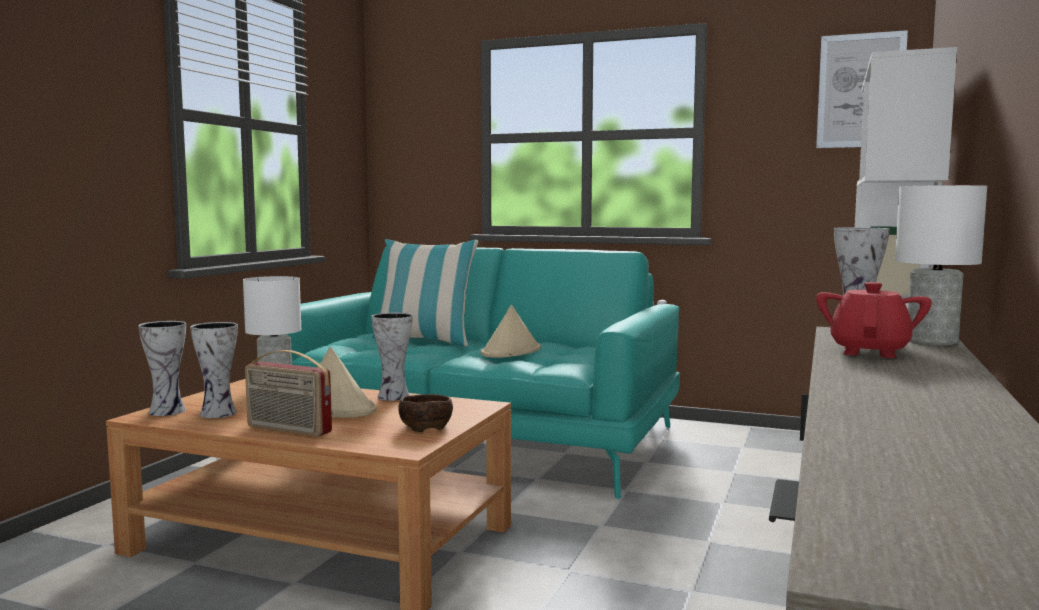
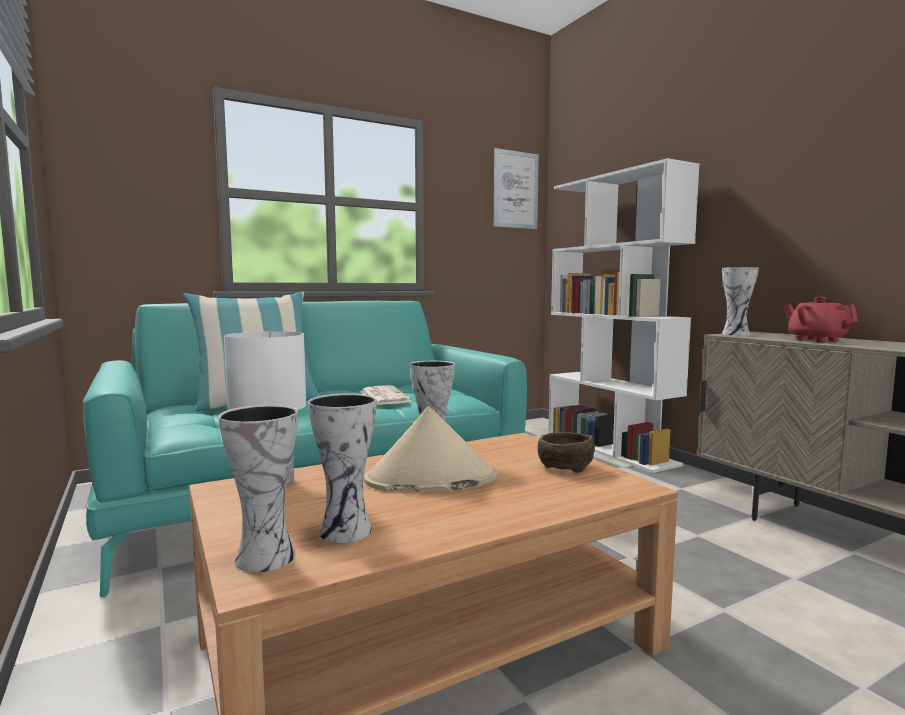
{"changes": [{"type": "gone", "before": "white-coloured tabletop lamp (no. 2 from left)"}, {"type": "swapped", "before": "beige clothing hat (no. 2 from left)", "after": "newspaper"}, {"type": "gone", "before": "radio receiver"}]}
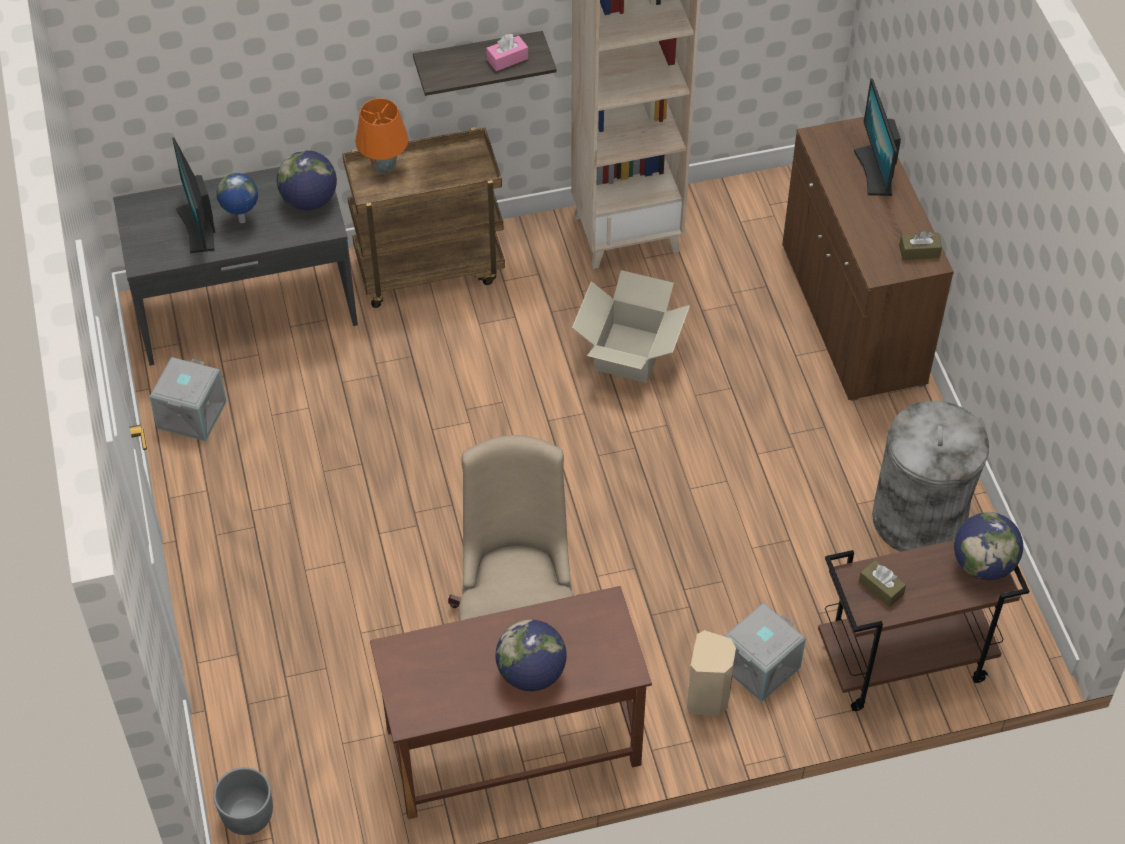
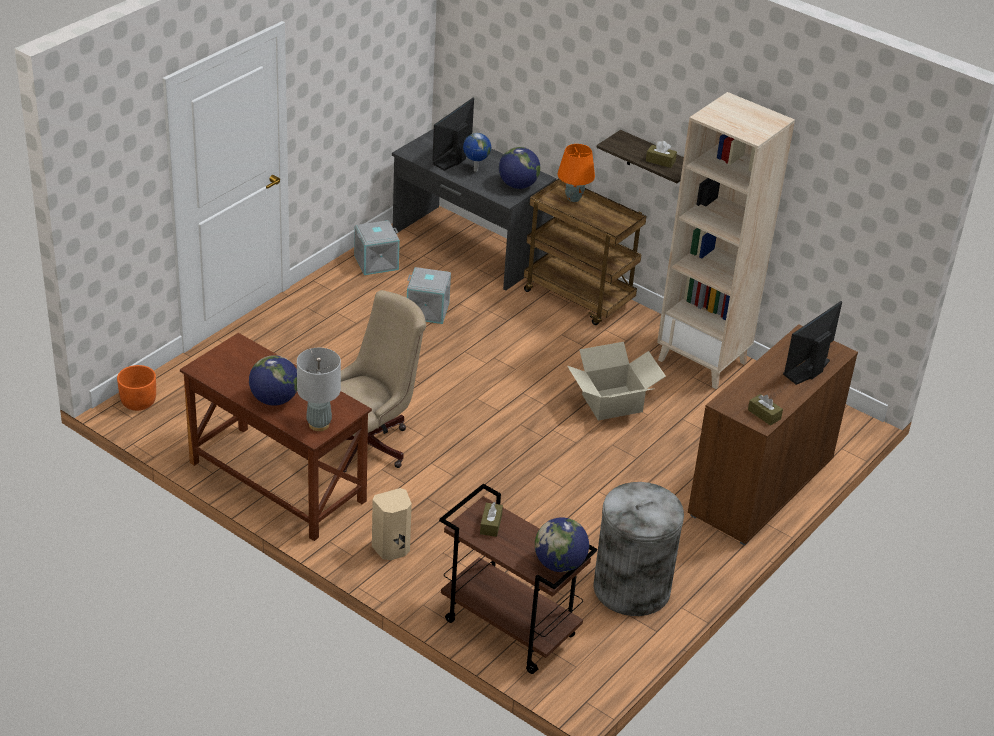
{"changes": [{"type": "repainted", "before": "pink tissue box", "after": "brown tissue box (no. 2 from left)"}, {"type": "shifted", "before": "gray storage container (no. 2 from left)"}, {"type": "repainted", "before": "gray planter", "after": "orangey planter"}, {"type": "new", "after": "gray tabletop lamp"}]}
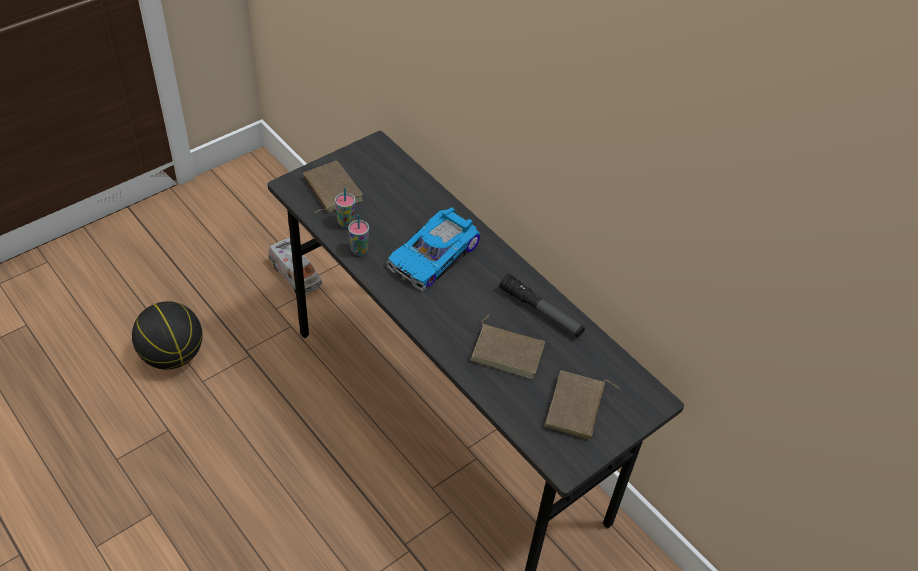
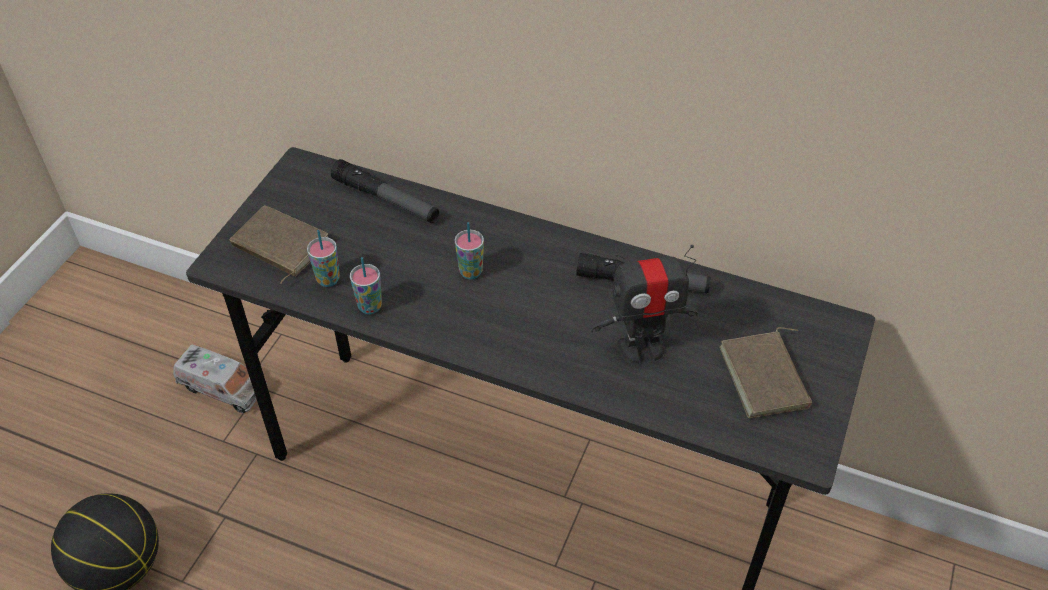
{"changes": [{"type": "swapped", "before": "toy car", "after": "cup (no. 3 from left)"}, {"type": "swapped", "before": "brown book (no. 2 from left)", "after": "robot figure"}, {"type": "new", "after": "torch (no. 1 from left)"}]}
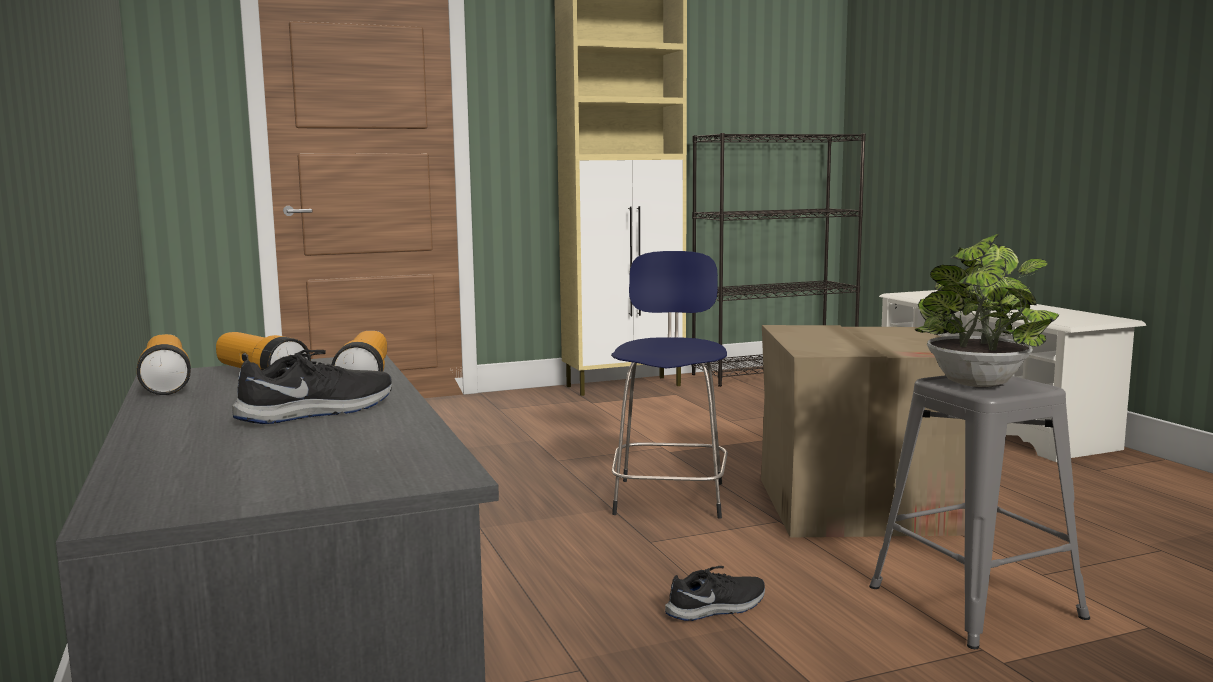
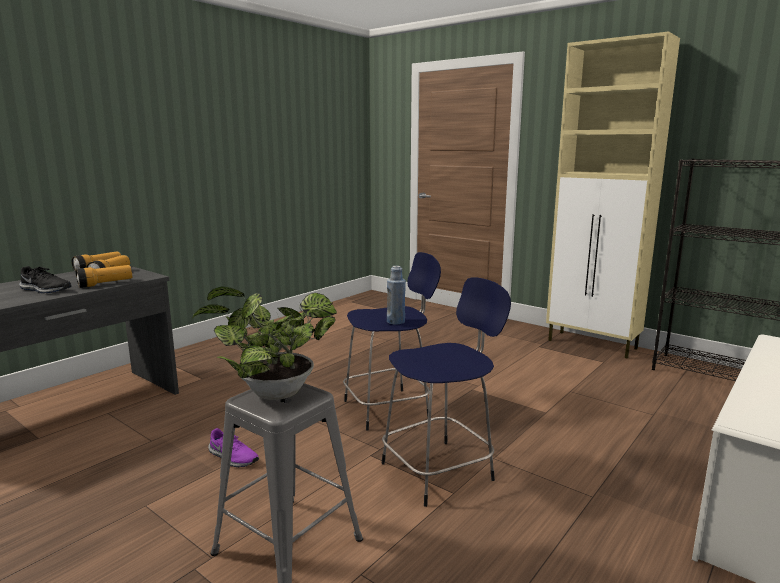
{"changes": [{"type": "swapped", "before": "packing box", "after": "bluish stool (no. 2 from left)"}, {"type": "repainted", "before": "black-coloured shoe (no. 2 from left)", "after": "purple-coloured shoe"}, {"type": "new", "after": "bluish drink bottle"}]}
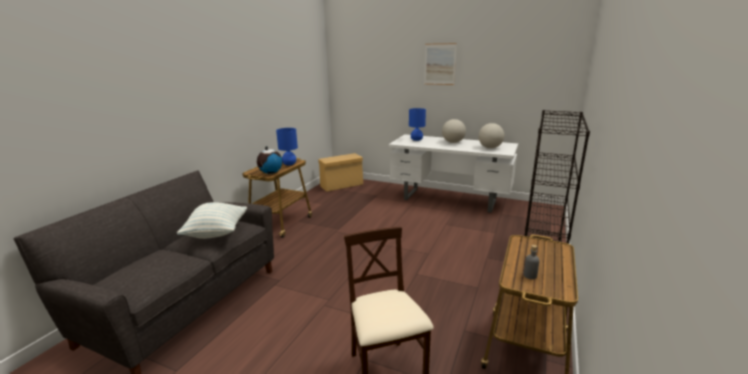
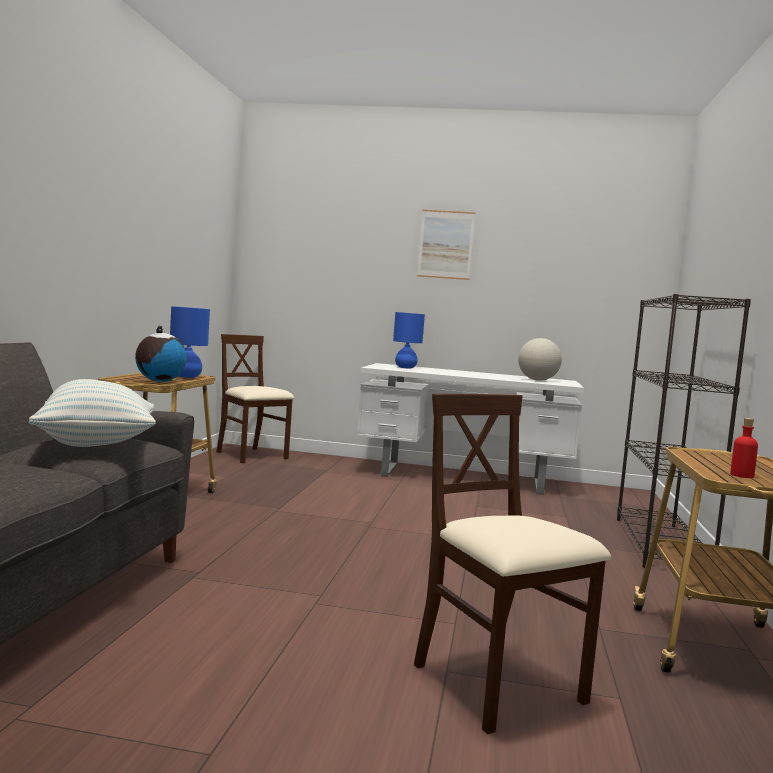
{"changes": [{"type": "gone", "before": "world globe (no. 2 from left)"}, {"type": "swapped", "before": "beige storage container", "after": "beige upright chair (no. 1 from left)"}, {"type": "repainted", "before": "gray drink bottle", "after": "red-coloured drink bottle"}]}
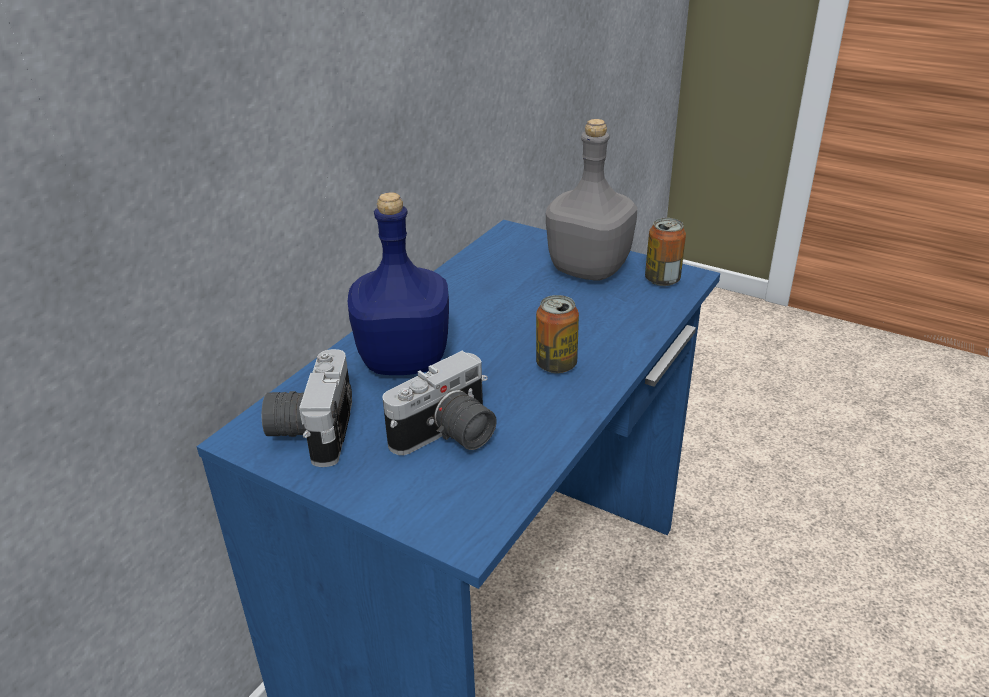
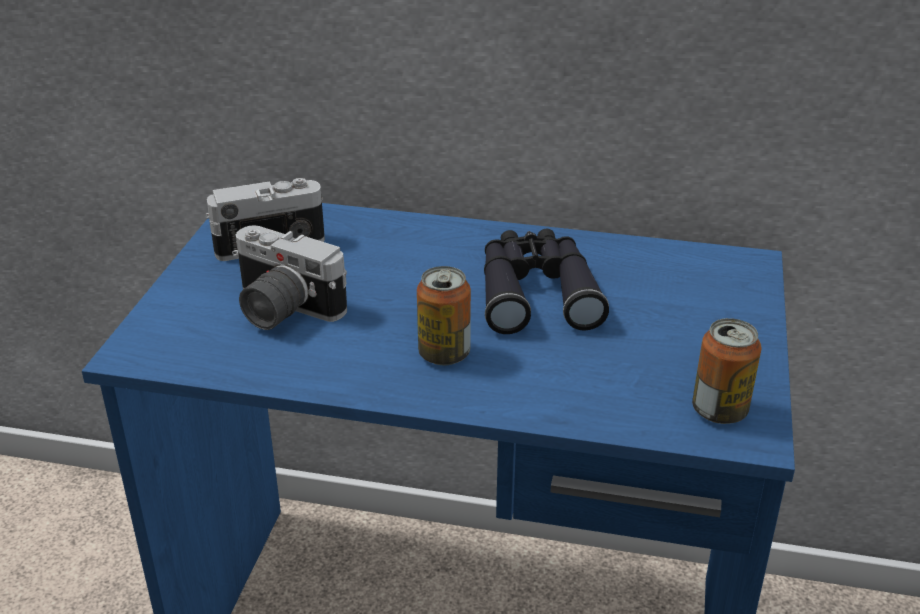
{"changes": [{"type": "gone", "before": "gray drink bottle"}, {"type": "gone", "before": "bluish drink bottle"}, {"type": "new", "after": "black-coloured binoculars"}]}
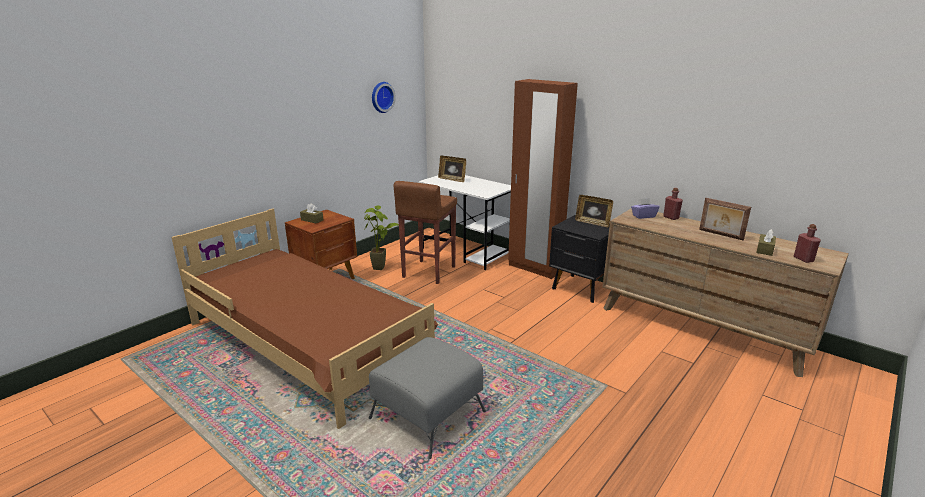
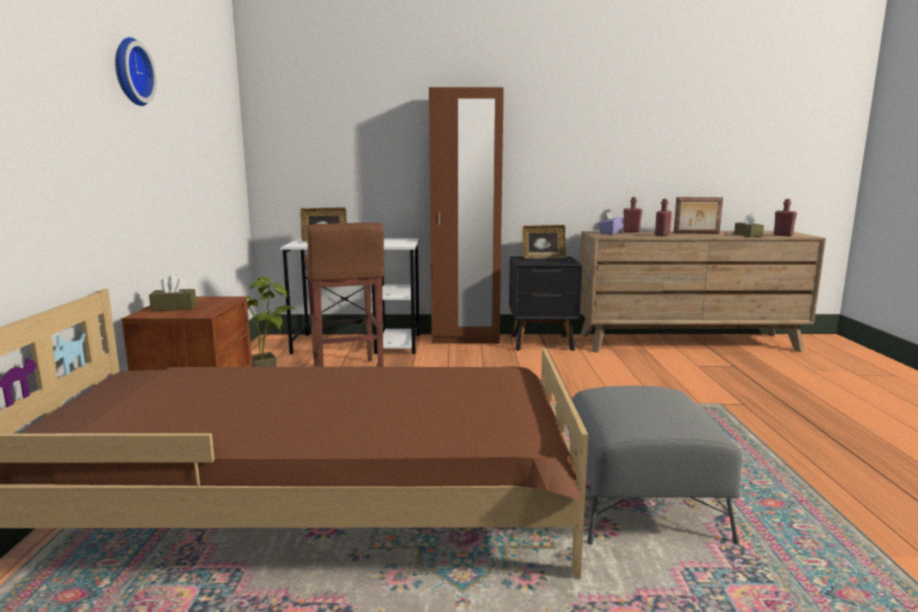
{"changes": [{"type": "shifted", "before": "clock on the wall"}, {"type": "new", "after": "red-coloured drink bottle (no. 2 from left)"}]}
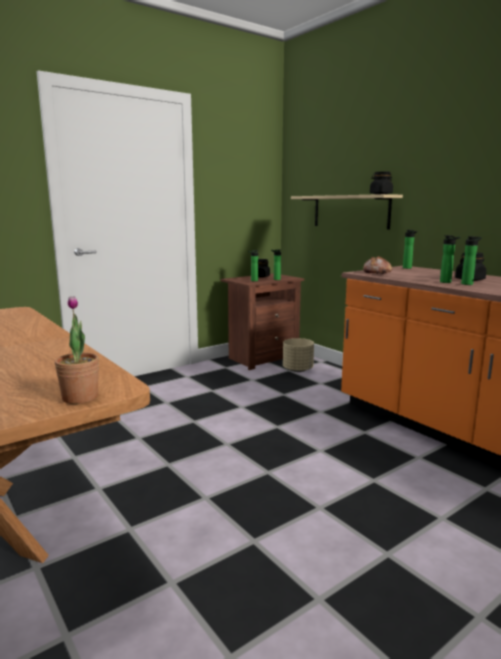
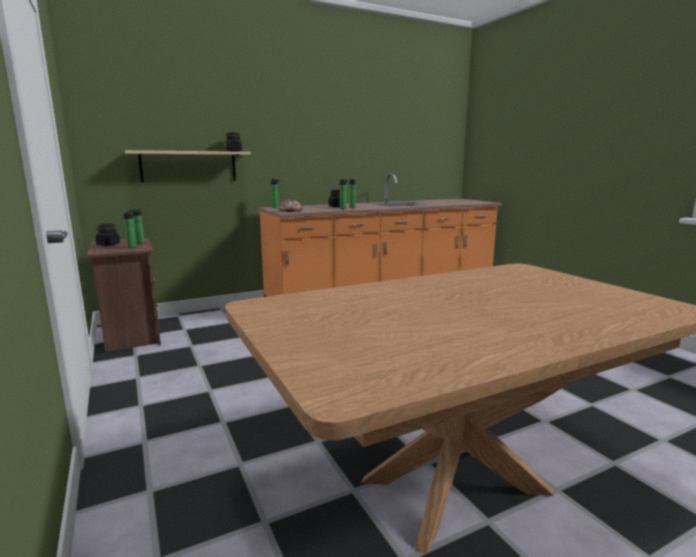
{"changes": [{"type": "gone", "before": "plant in a pot"}, {"type": "gone", "before": "beige planter"}]}
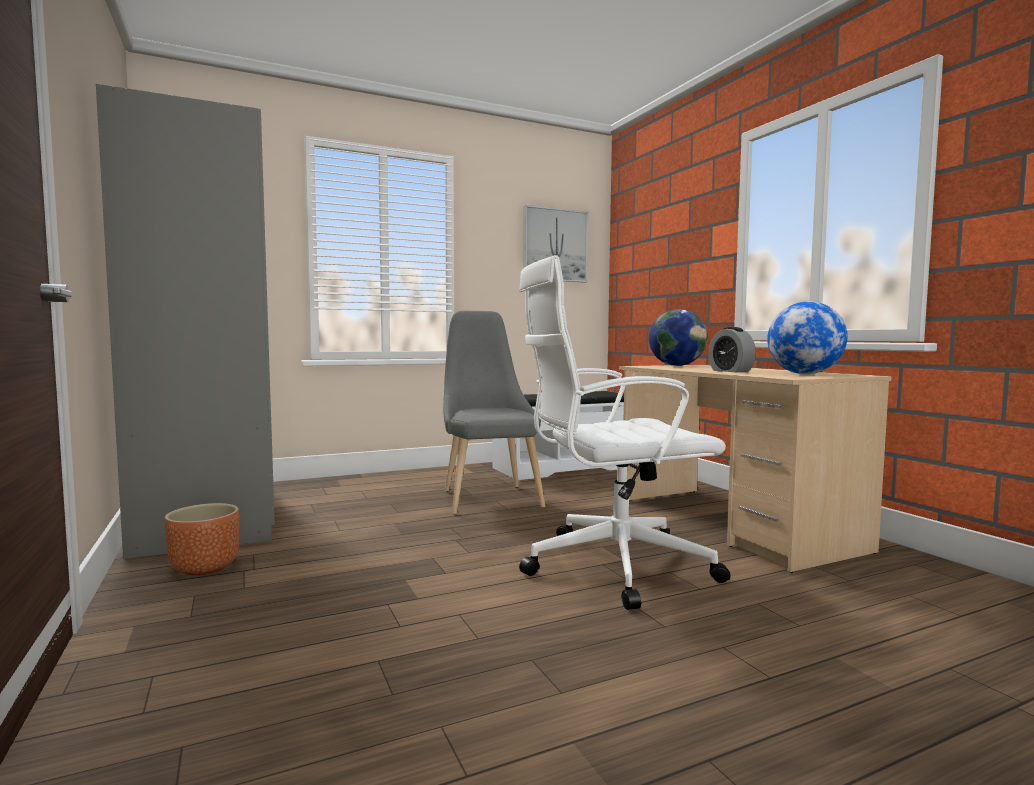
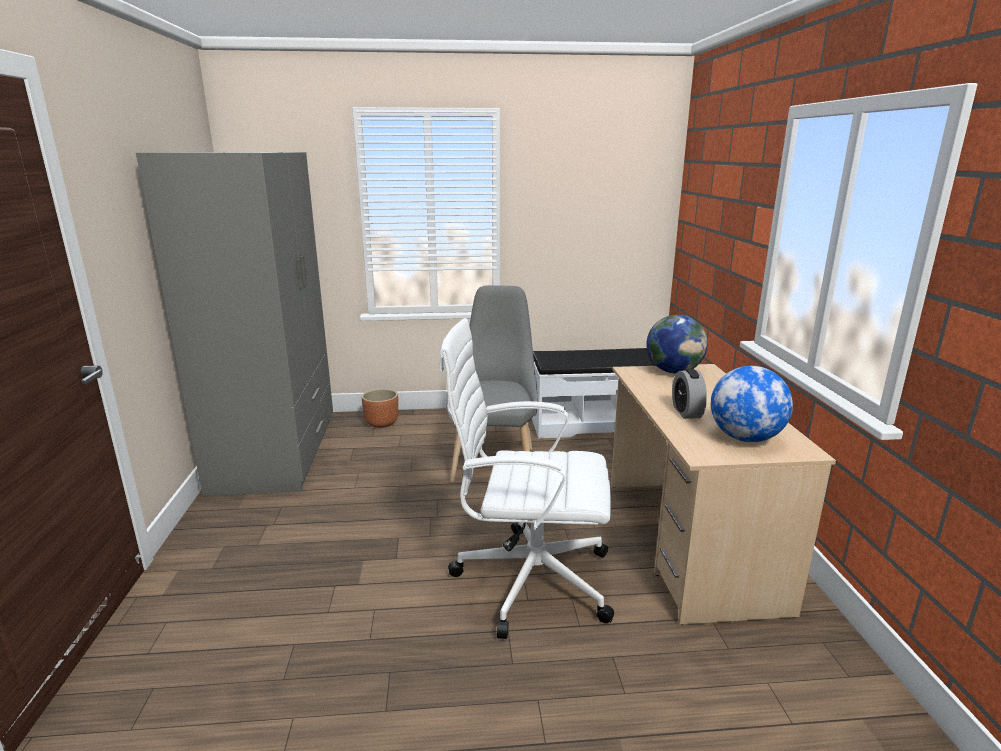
{"changes": [{"type": "gone", "before": "picture"}, {"type": "shifted", "before": "brown planter"}]}
